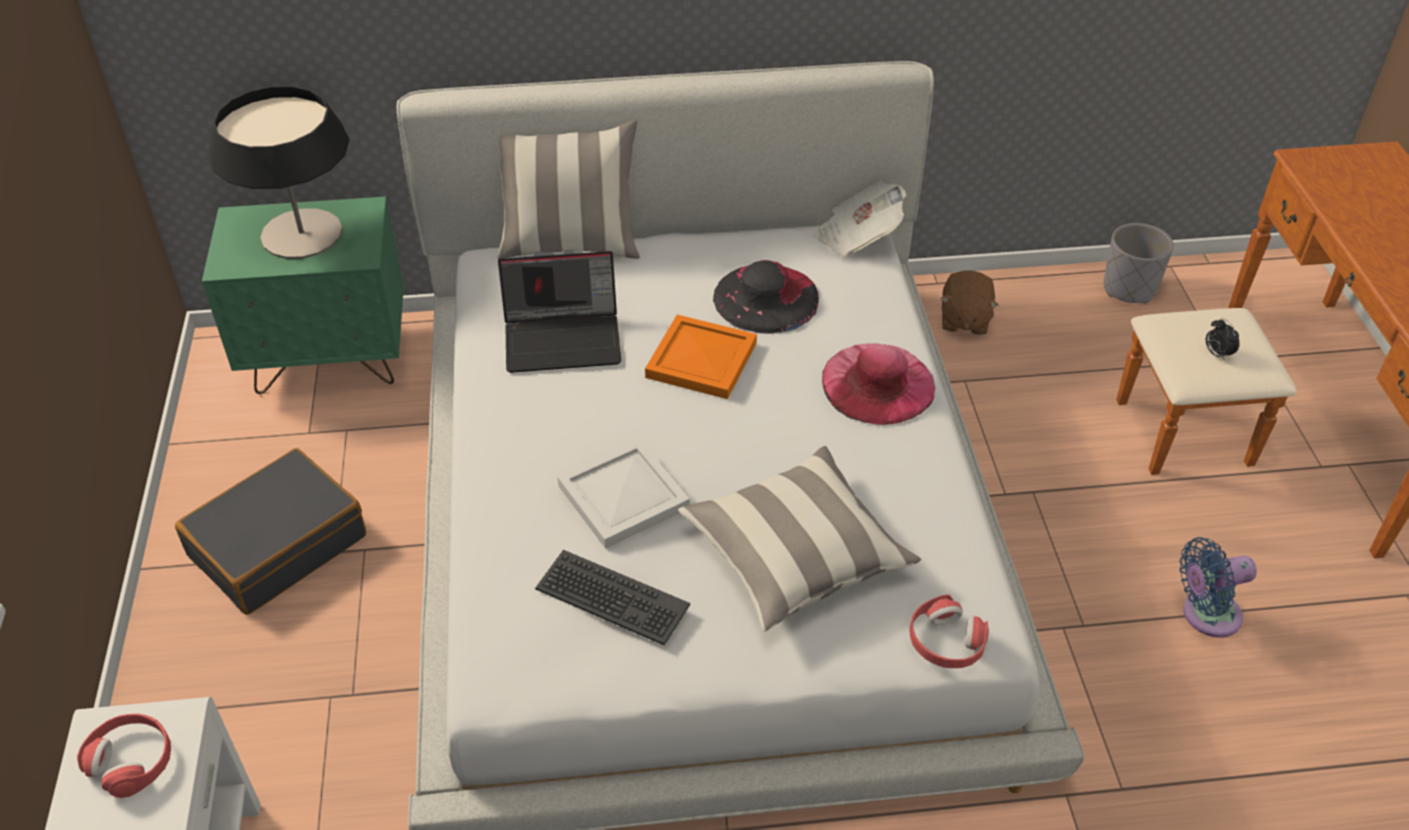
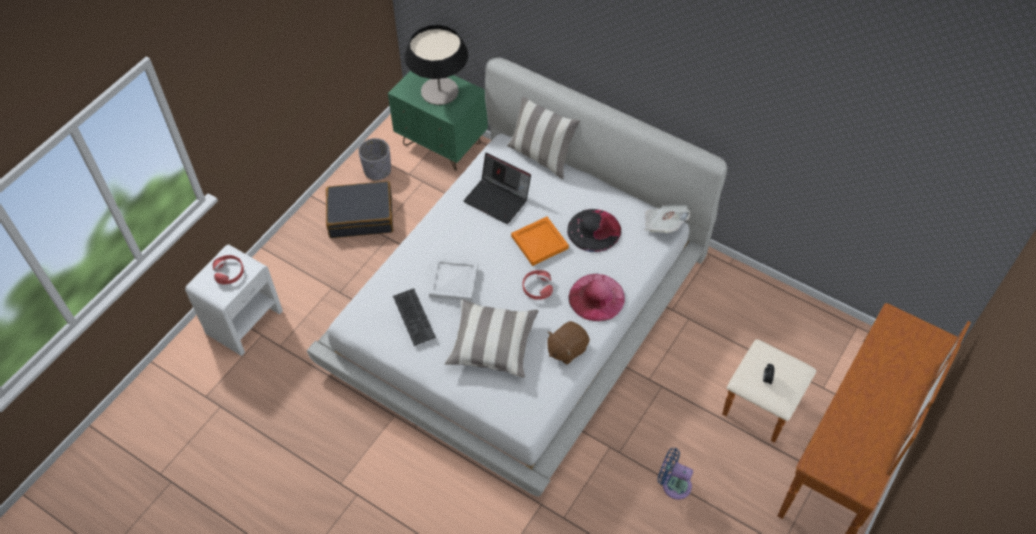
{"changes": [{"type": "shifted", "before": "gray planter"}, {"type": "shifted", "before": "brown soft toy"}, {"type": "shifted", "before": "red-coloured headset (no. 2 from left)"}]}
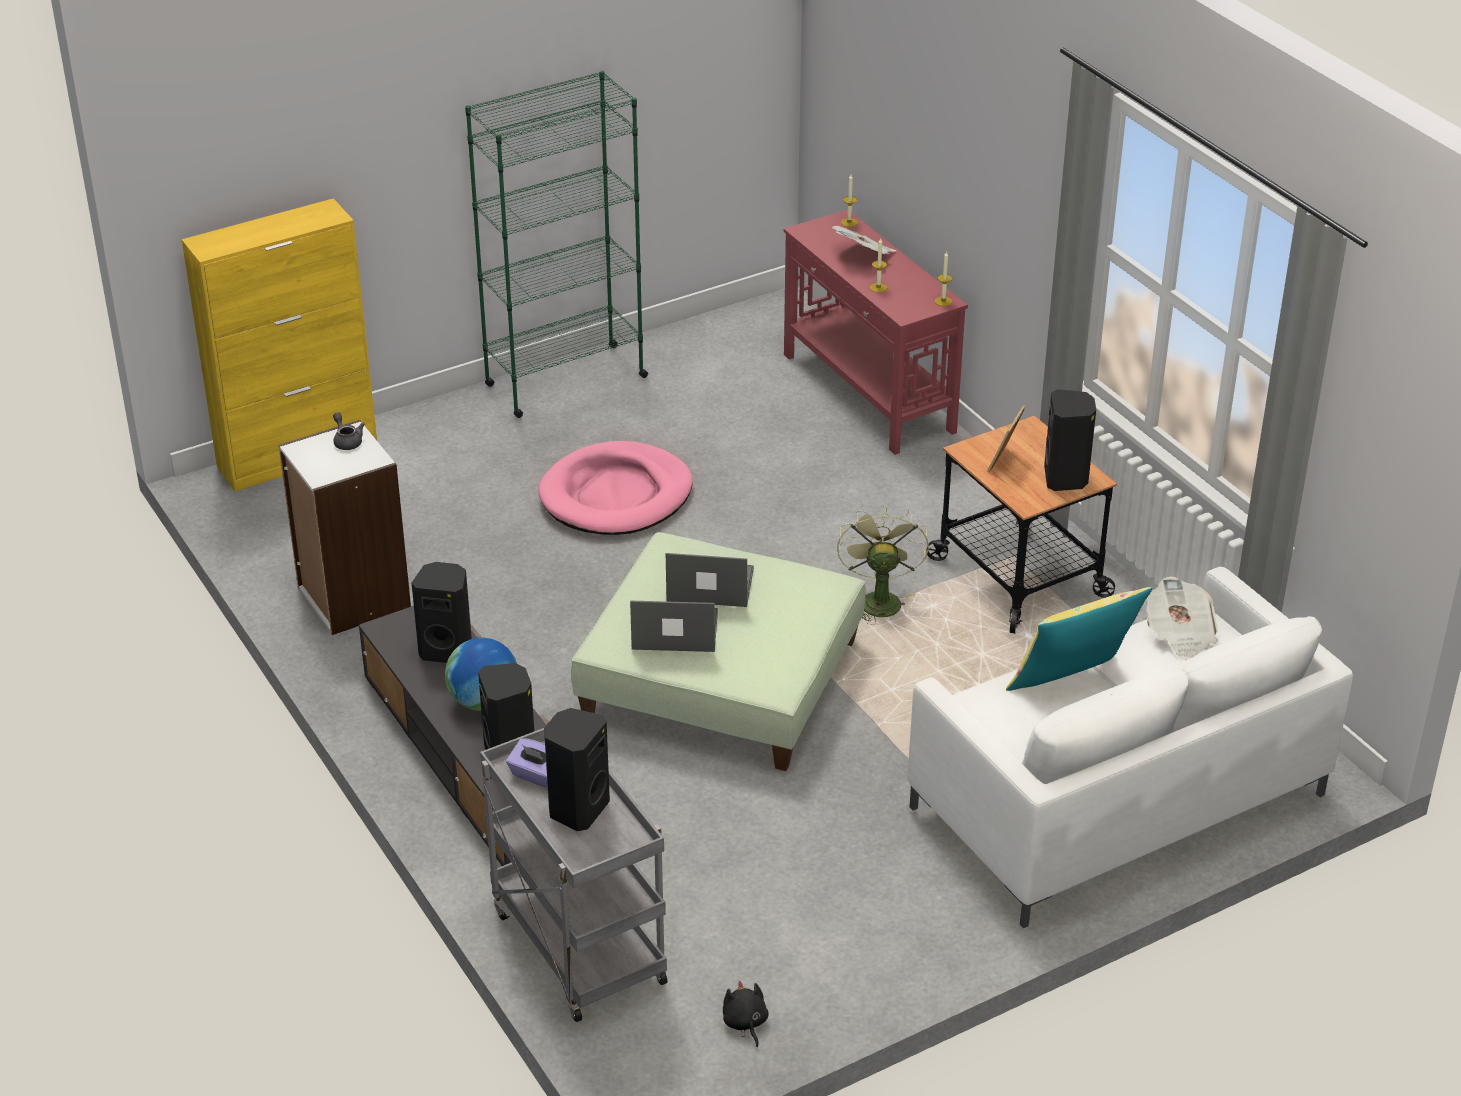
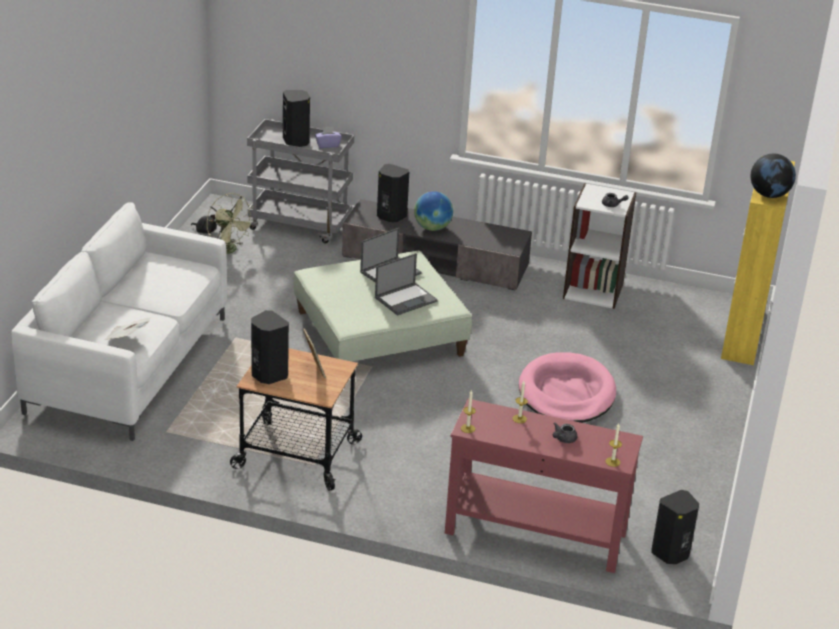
{"changes": [{"type": "gone", "before": "greenish bookcase"}, {"type": "swapped", "before": "newspaper (no. 1 from left)", "after": "gray pot for tea (no. 1 from left)"}, {"type": "shifted", "before": "greenish cooling fan"}, {"type": "shifted", "before": "black-coloured loudspeaker (no. 1 from left in the first image)", "after": "black-coloured loudspeaker (no. 4 from left)"}, {"type": "gone", "before": "yellow-coloured cushion"}, {"type": "new", "after": "world globe (no. 2 from left)"}]}
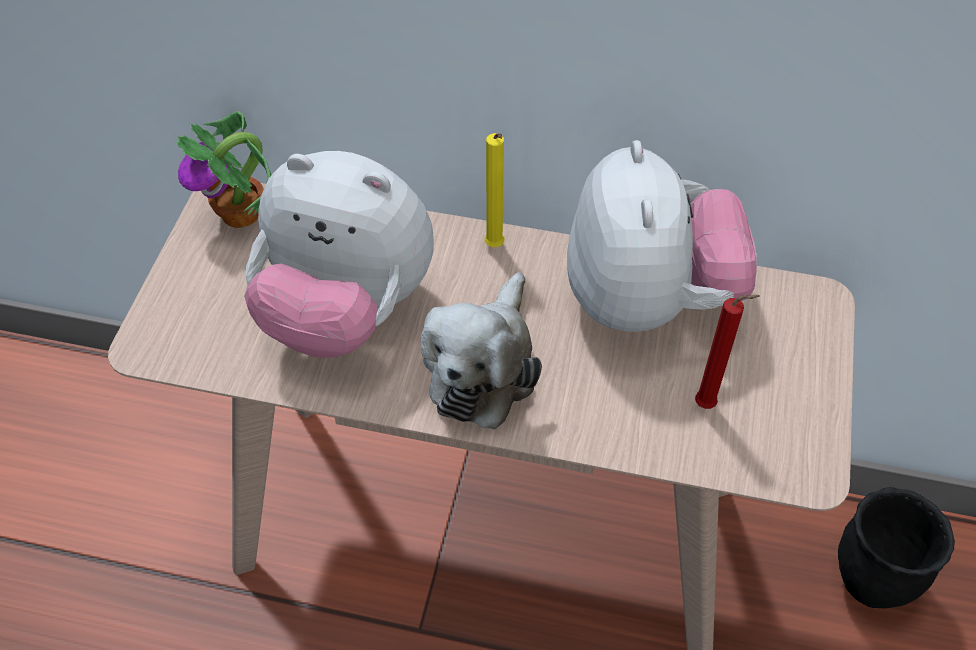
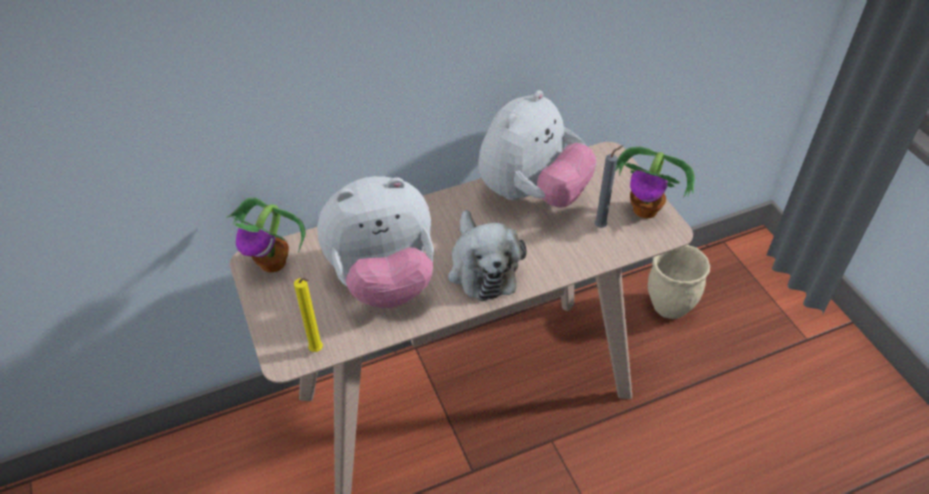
{"changes": [{"type": "shifted", "before": "yellow-coloured wax light"}, {"type": "rotated", "before": "soft toy (no. 3 from left)", "turn": 75}, {"type": "repainted", "before": "red-coloured wax light", "after": "gray wax light"}, {"type": "repainted", "before": "black-coloured planter", "after": "beige planter"}, {"type": "new", "after": "plant in a pot (no. 2 from left)"}]}
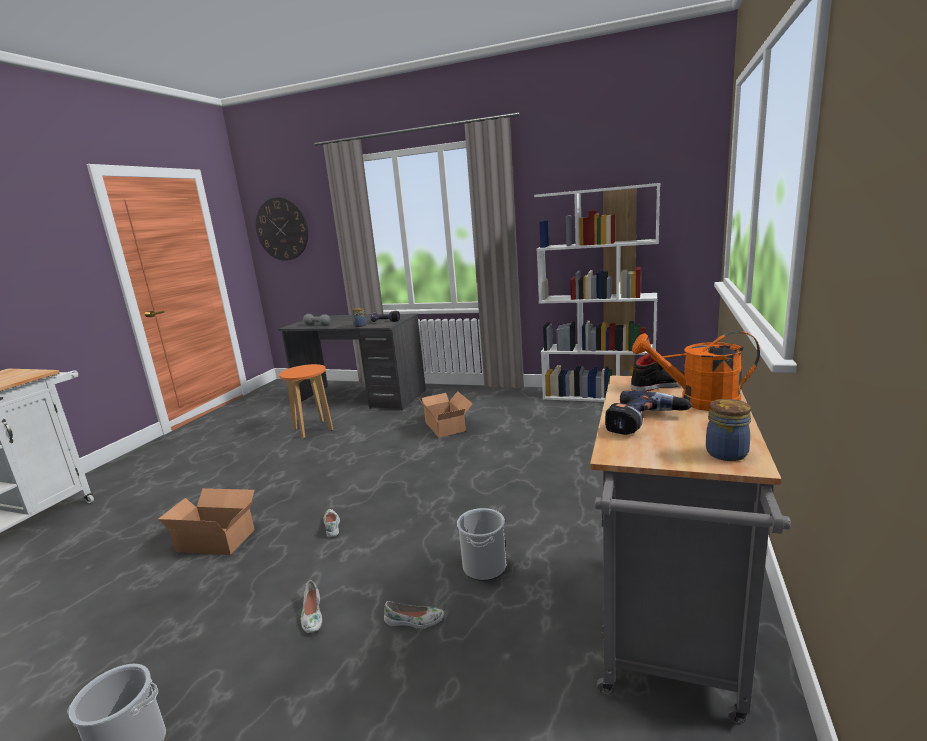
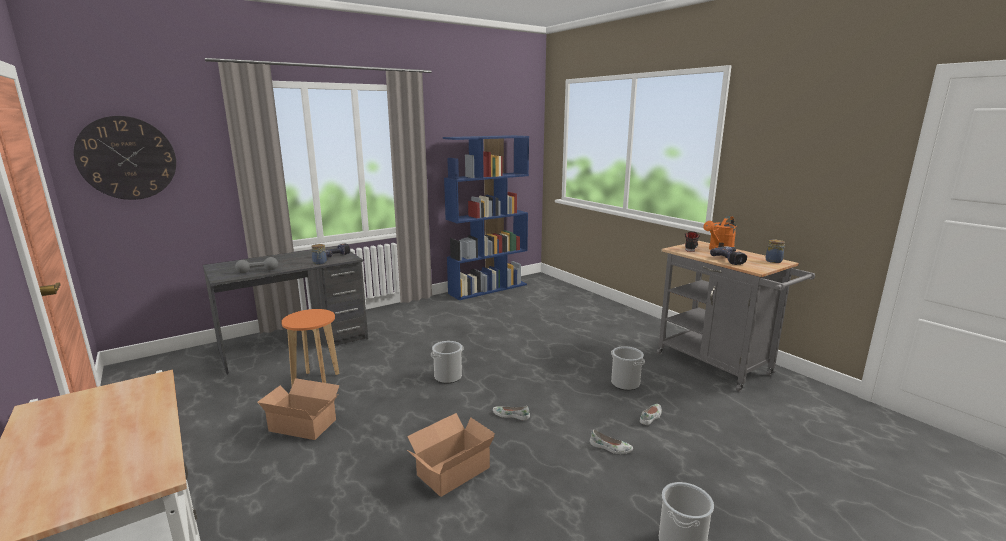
{"changes": [{"type": "repainted", "before": "white-coloured bookcase", "after": "bluish bookcase"}, {"type": "shifted", "before": "packing box (no. 2 from left in the first image)", "after": "packing box (no. 1 from left)"}, {"type": "new", "after": "pail (no. 1 from left)"}]}
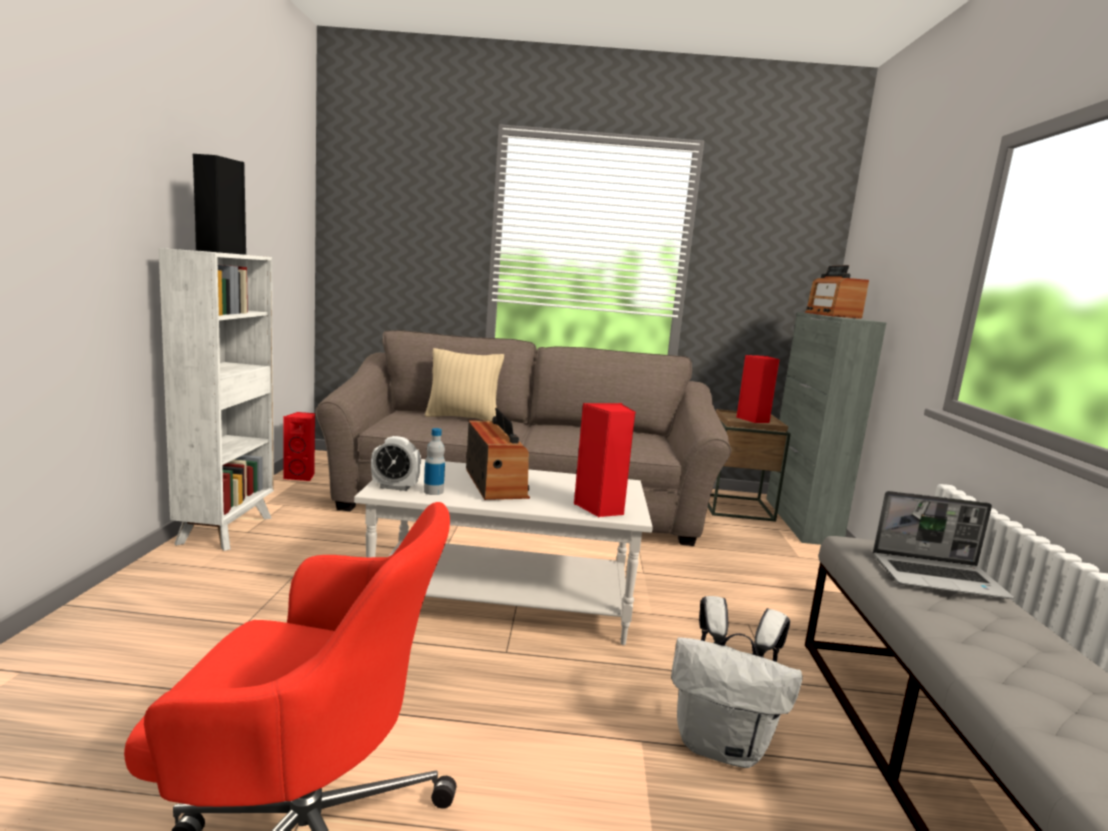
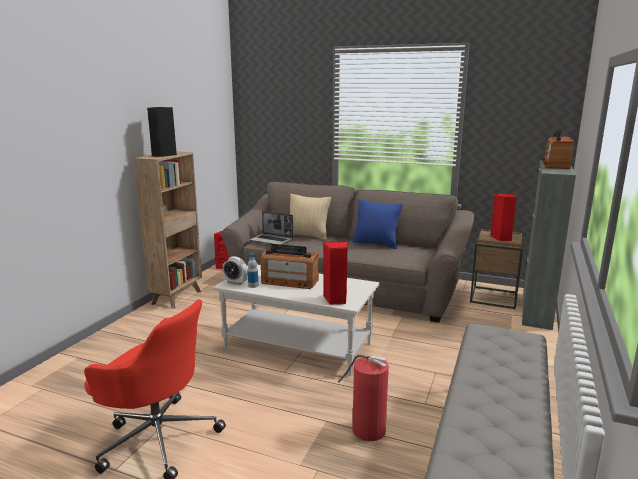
{"changes": [{"type": "repainted", "before": "white-coloured bookcase", "after": "brown bookcase"}, {"type": "rotated", "before": "radio receiver (no. 1 from left)", "turn": 105}, {"type": "shifted", "before": "portable computer"}, {"type": "swapped", "before": "white-coloured backpack", "after": "fire extinguisher"}, {"type": "new", "after": "bluish cushion"}]}
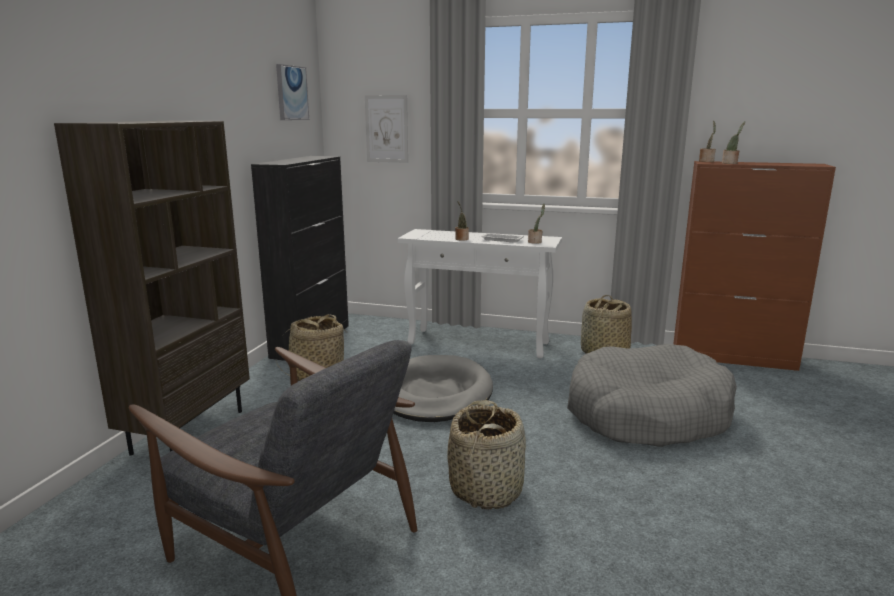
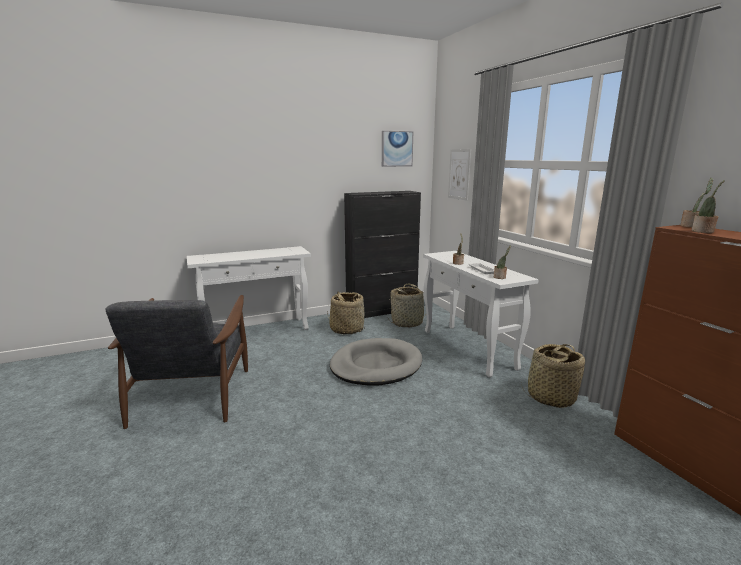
{"changes": [{"type": "swapped", "before": "brown bookcase", "after": "white-coloured narrow table (no. 1 from left)"}, {"type": "gone", "before": "gray pet bed (no. 2 from left)"}, {"type": "shifted", "before": "basket (no. 2 from left)"}]}
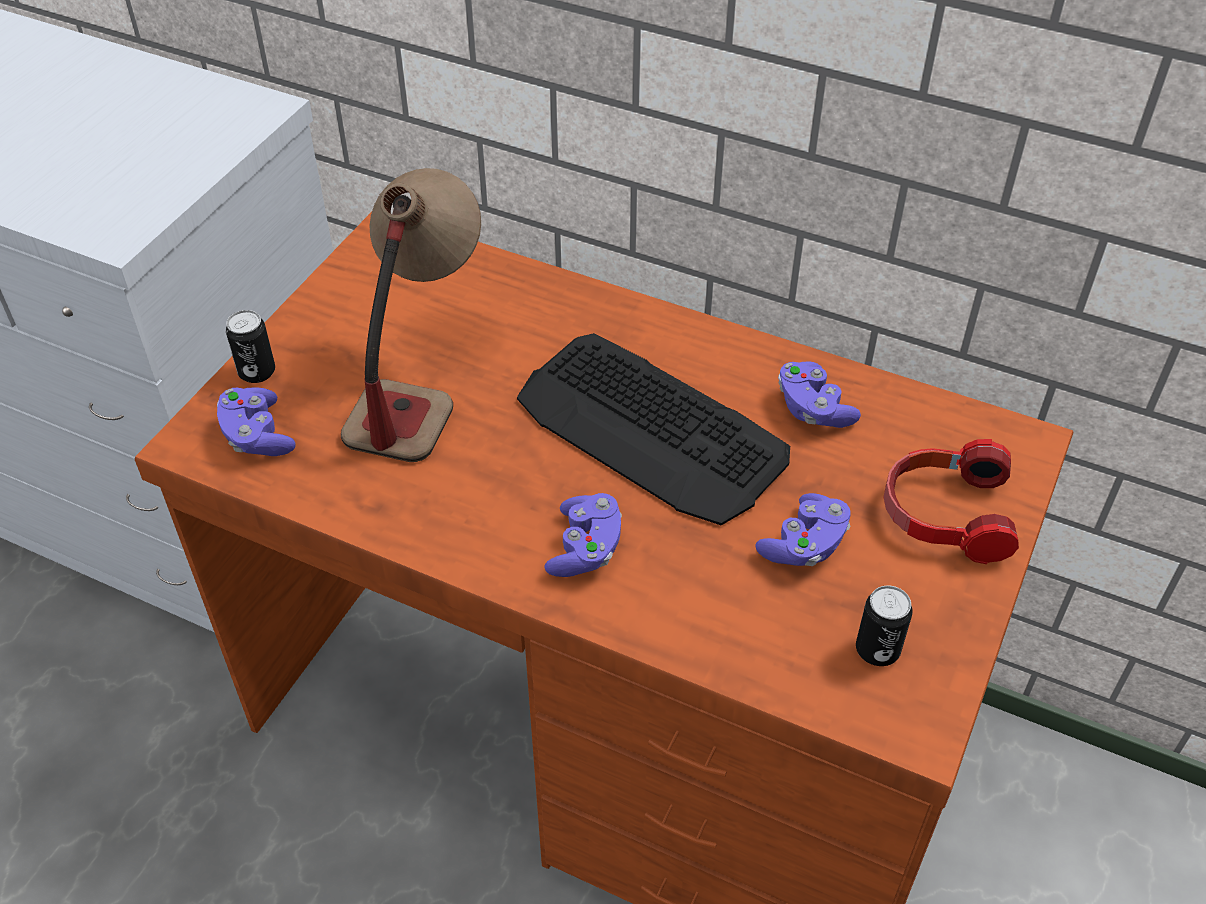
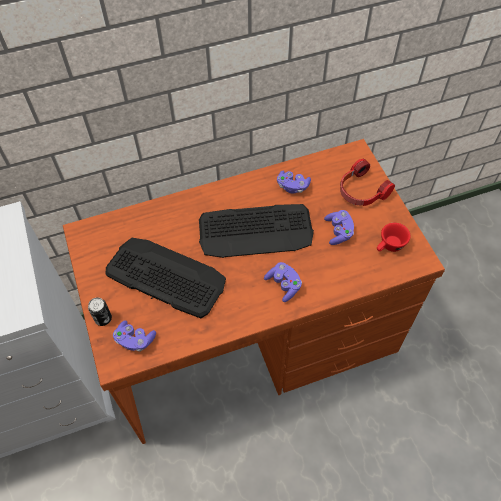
{"changes": [{"type": "swapped", "before": "tabletop lamp", "after": "computer keyboard (no. 1 from left)"}, {"type": "swapped", "before": "metal can (no. 2 from left)", "after": "red-coloured cup"}]}
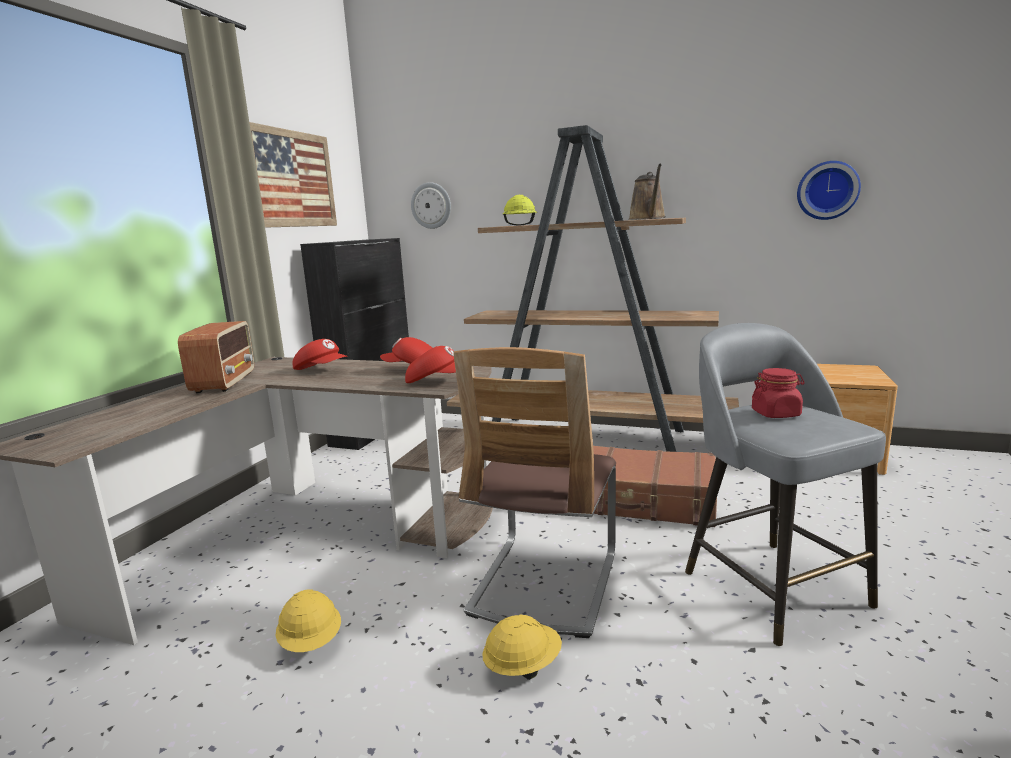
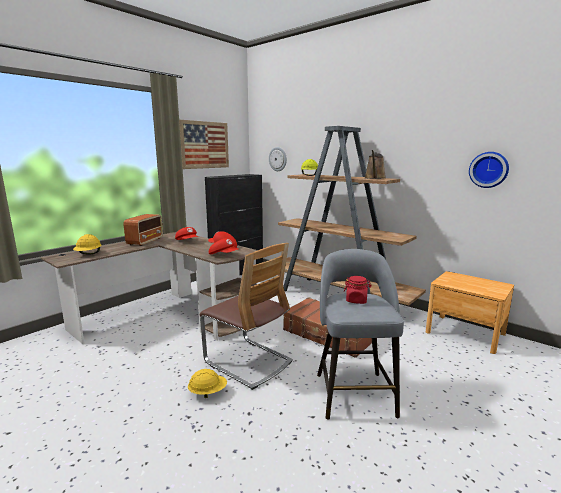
{"changes": [{"type": "rotated", "before": "upright chair", "turn": -90}, {"type": "shifted", "before": "yellow-coloured work helmet (no. 1 from left)"}]}
